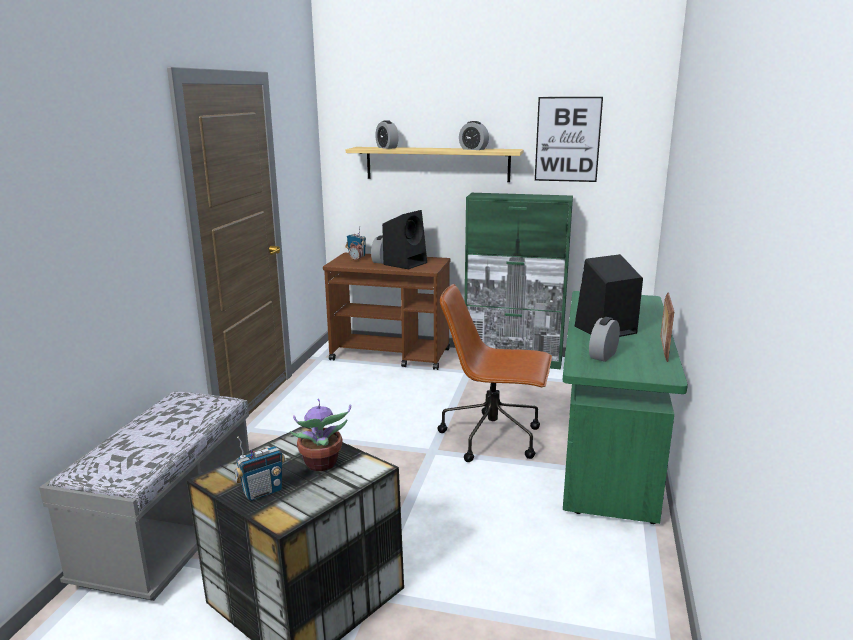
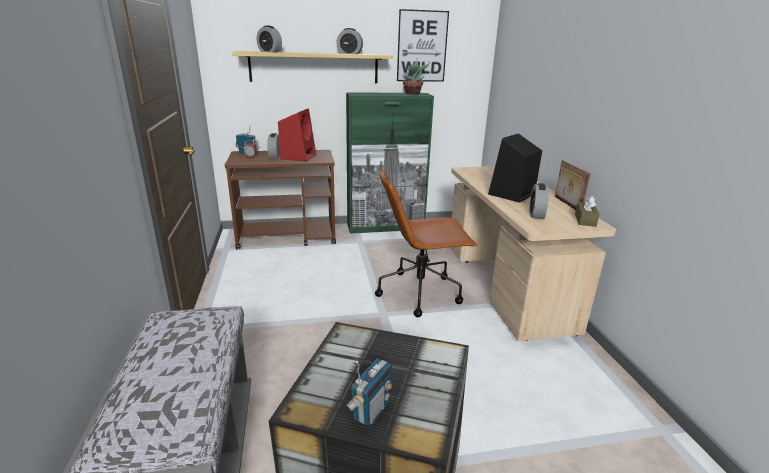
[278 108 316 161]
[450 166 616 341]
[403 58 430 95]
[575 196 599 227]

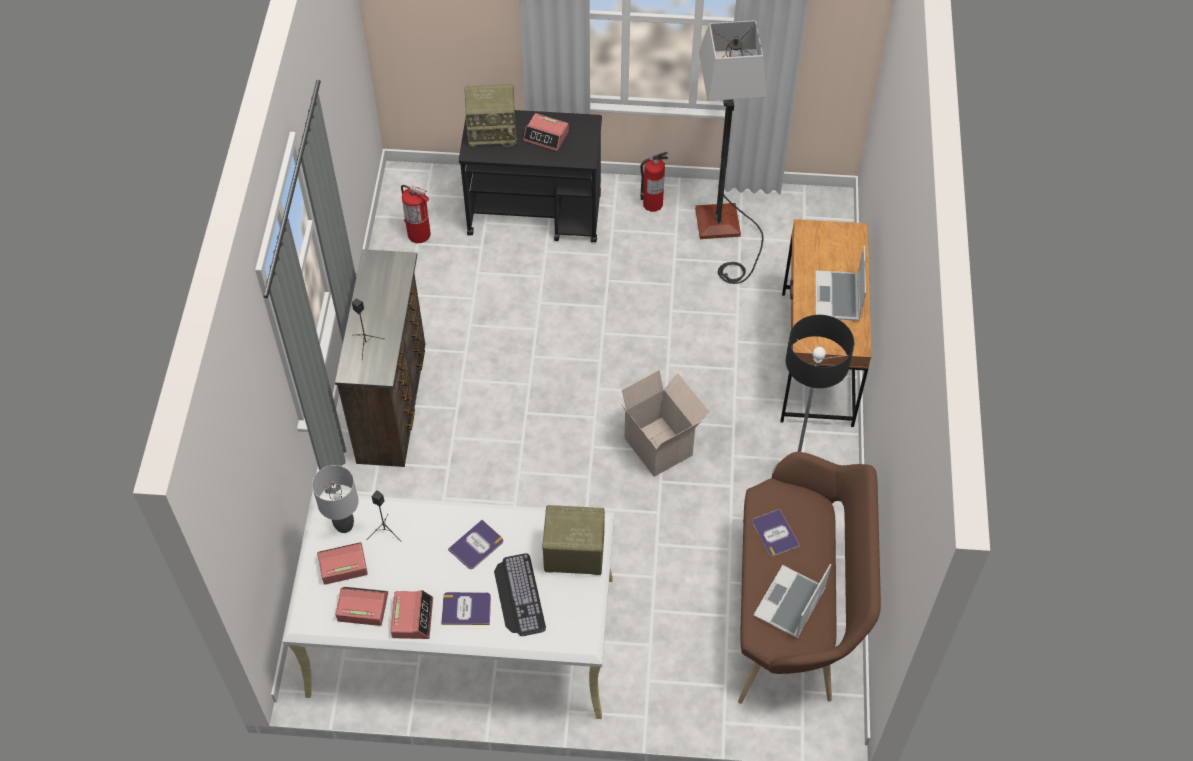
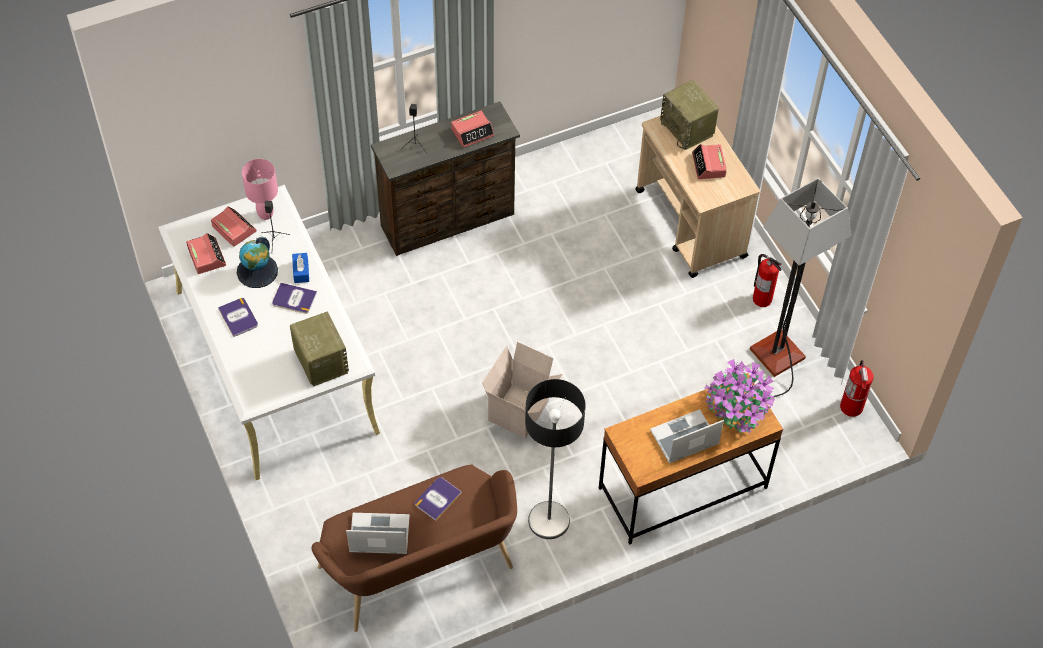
[635 115 760 278]
[840 360 874 417]
[242 159 278 220]
[494 553 546 636] (first image)
[451 111 494 148]
[237 237 278 288]
[292 253 309 283]
[704 359 775 433]

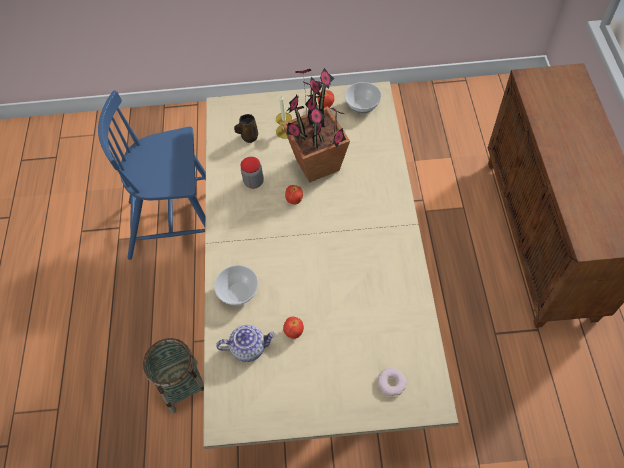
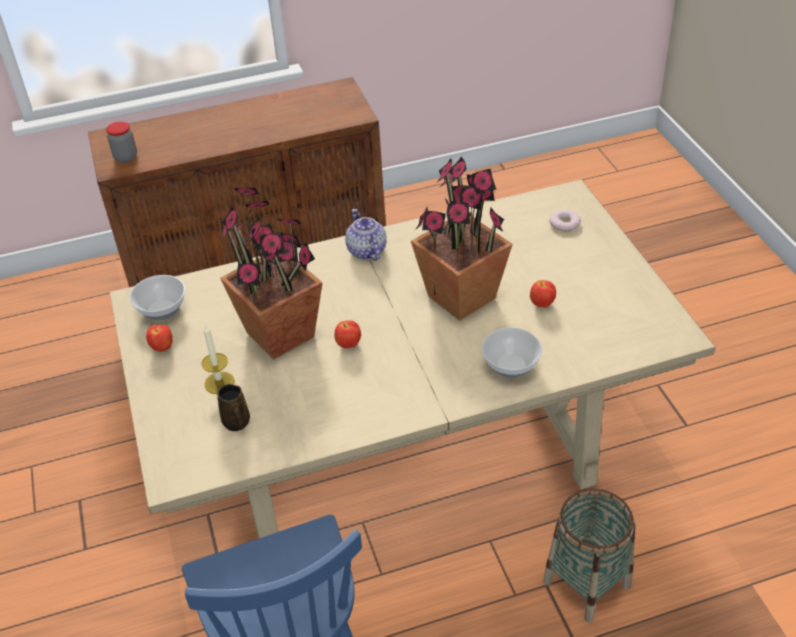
[106 122 137 163]
[345 209 387 261]
[411 156 513 321]

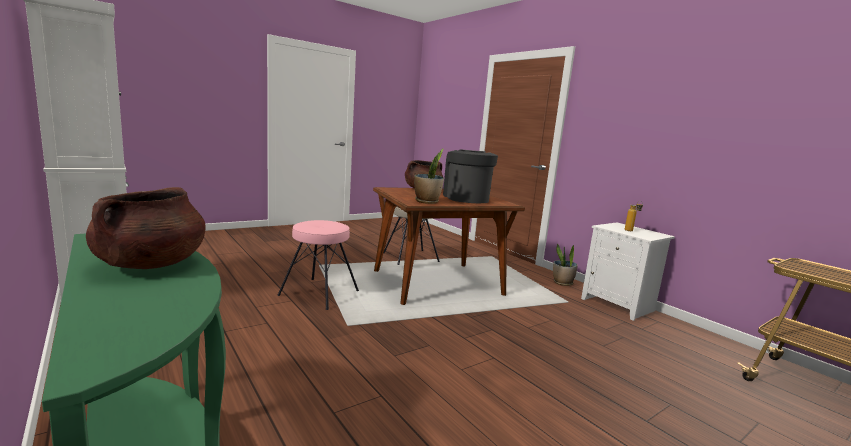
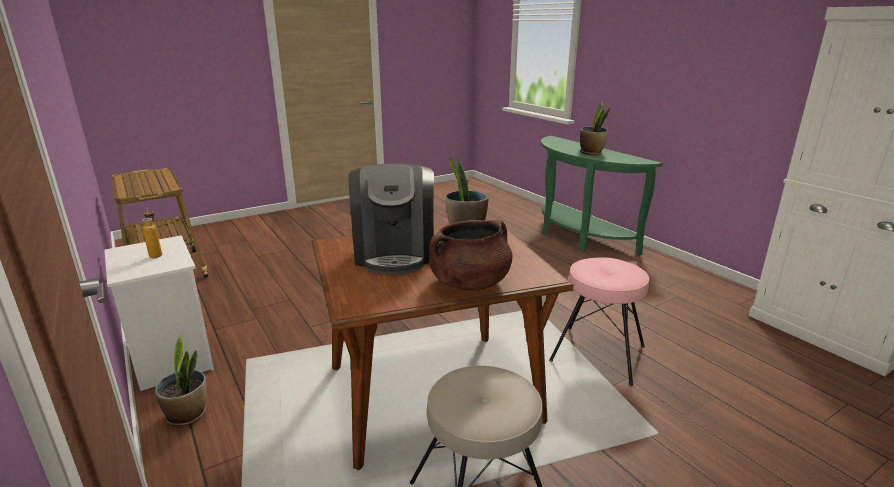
[580 101 610 155]

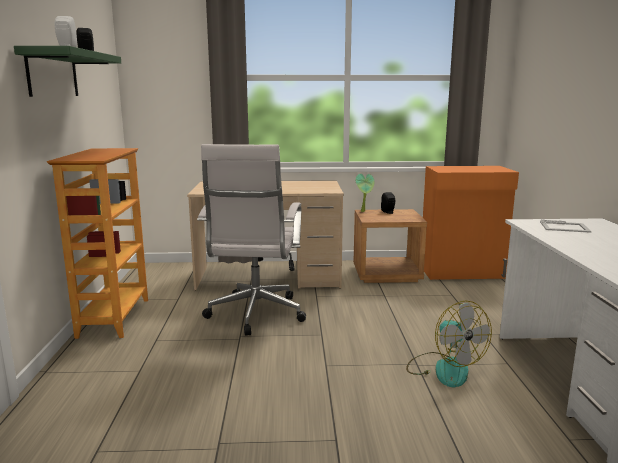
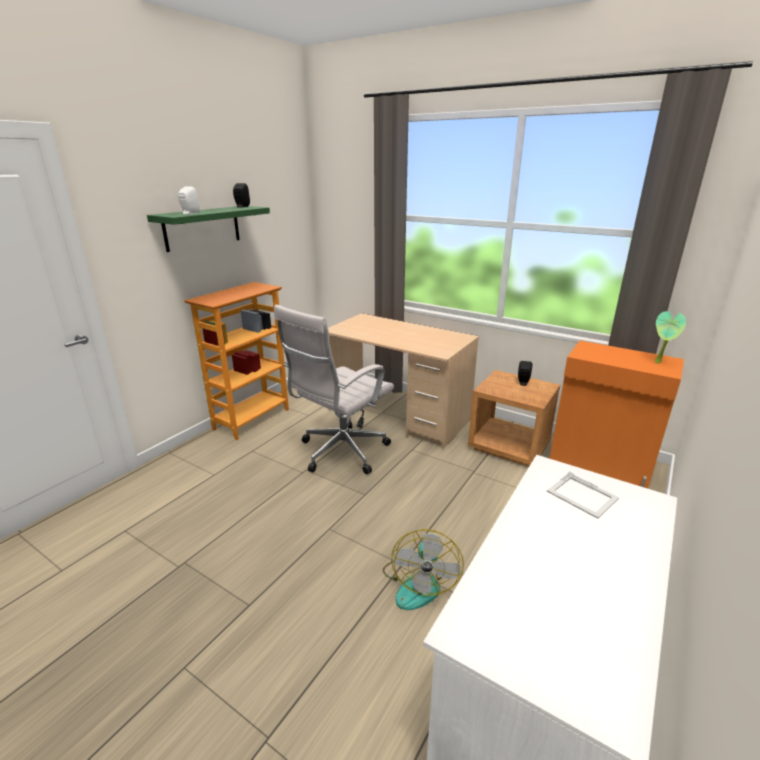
[655 311 686 364]

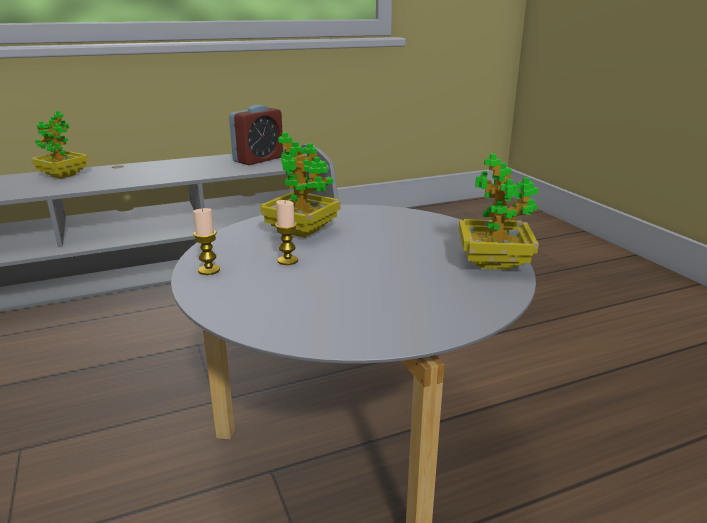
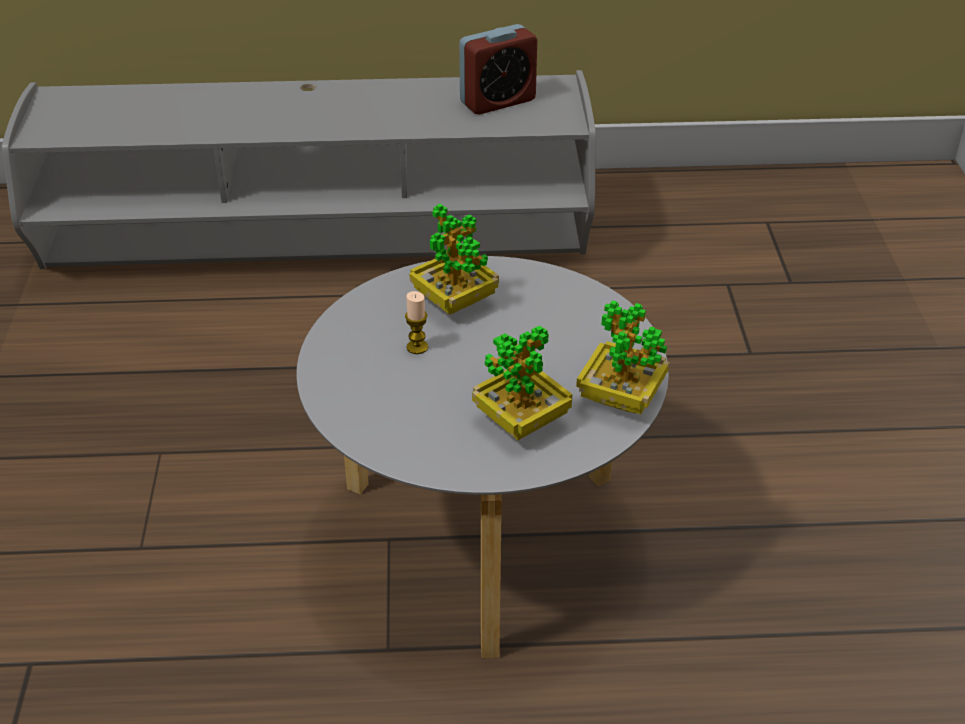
[472 325 572 440]
[193 208 220 275] (first image)

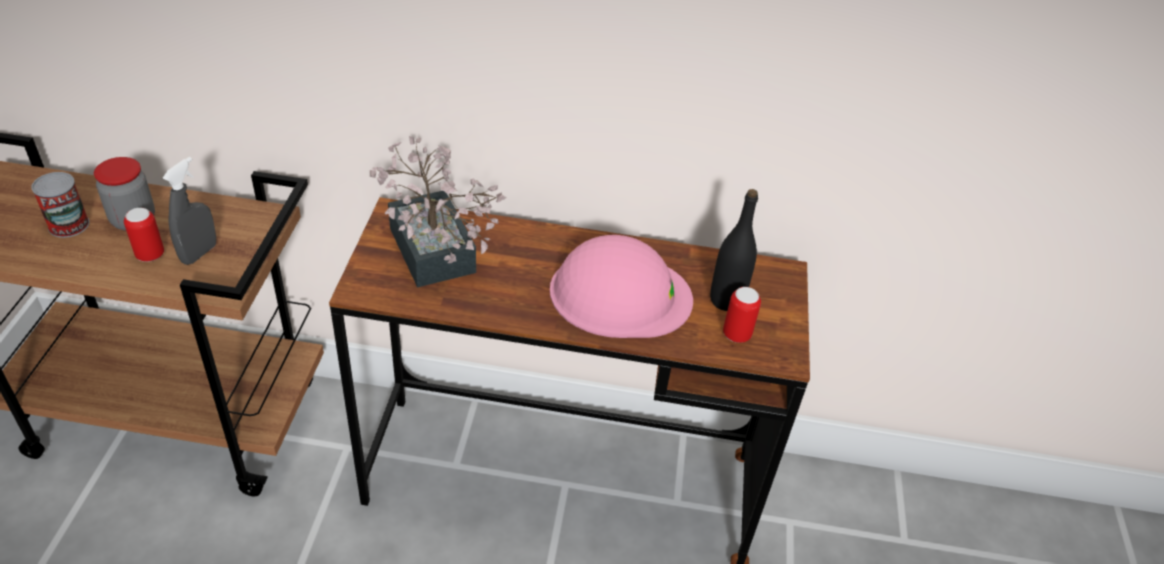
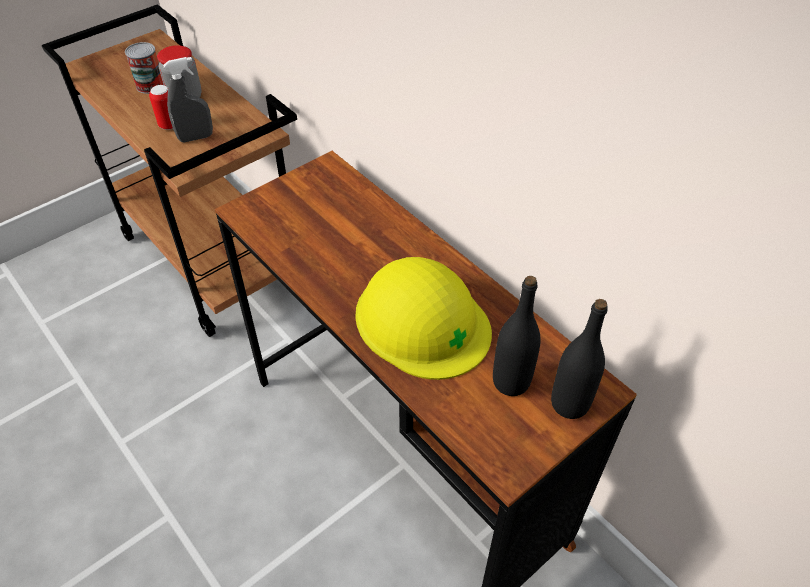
[370 136 507 288] (first image)
[355 257 492 380]
[723 287 761 343] (first image)
[551 299 608 419]

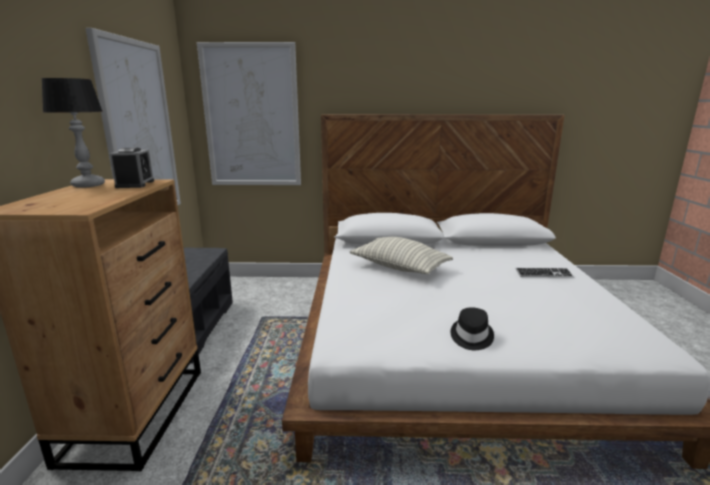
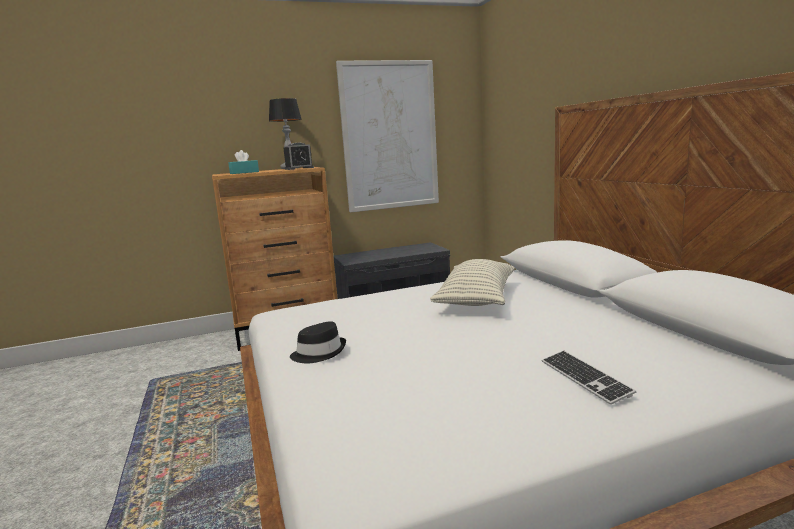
[197 42 301 185] (first image)
[228 150 259 174]

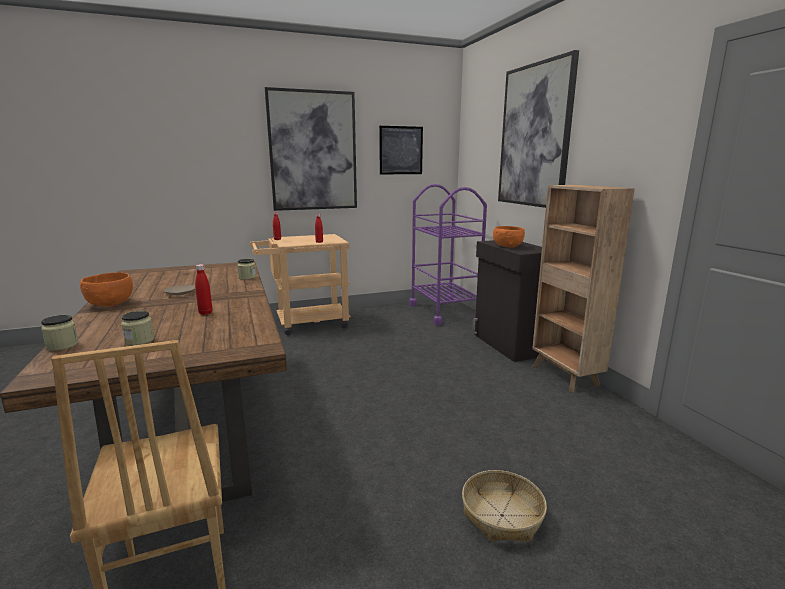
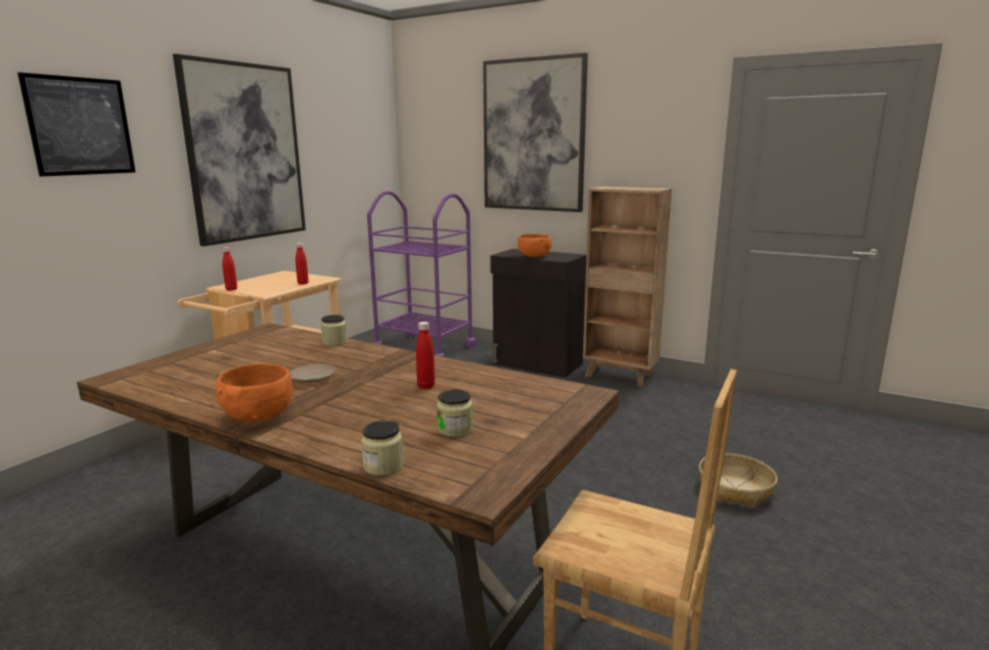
[17 72 136 177]

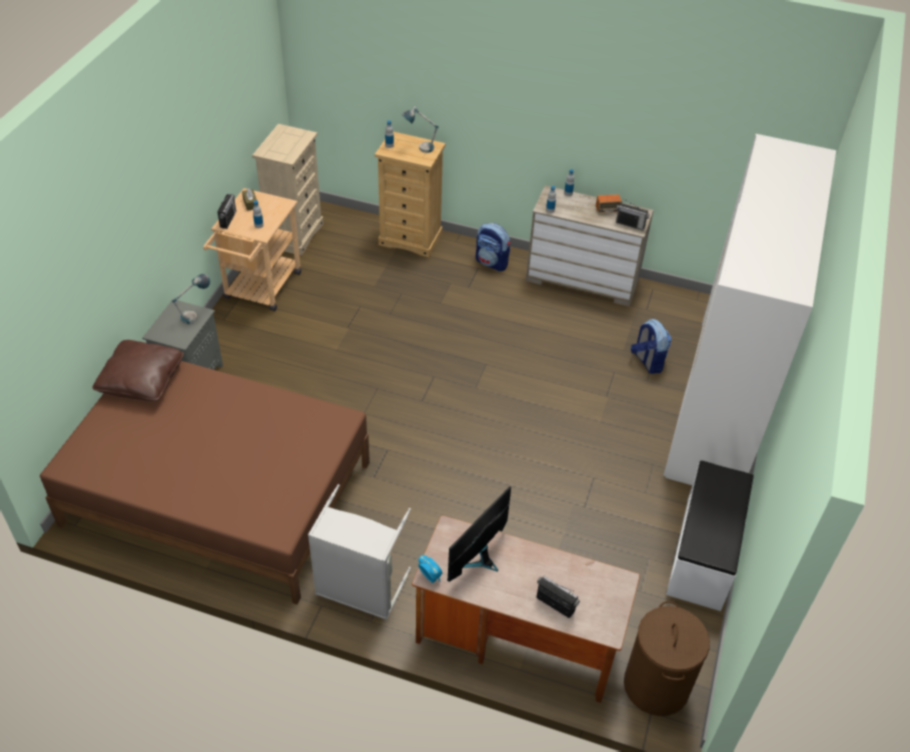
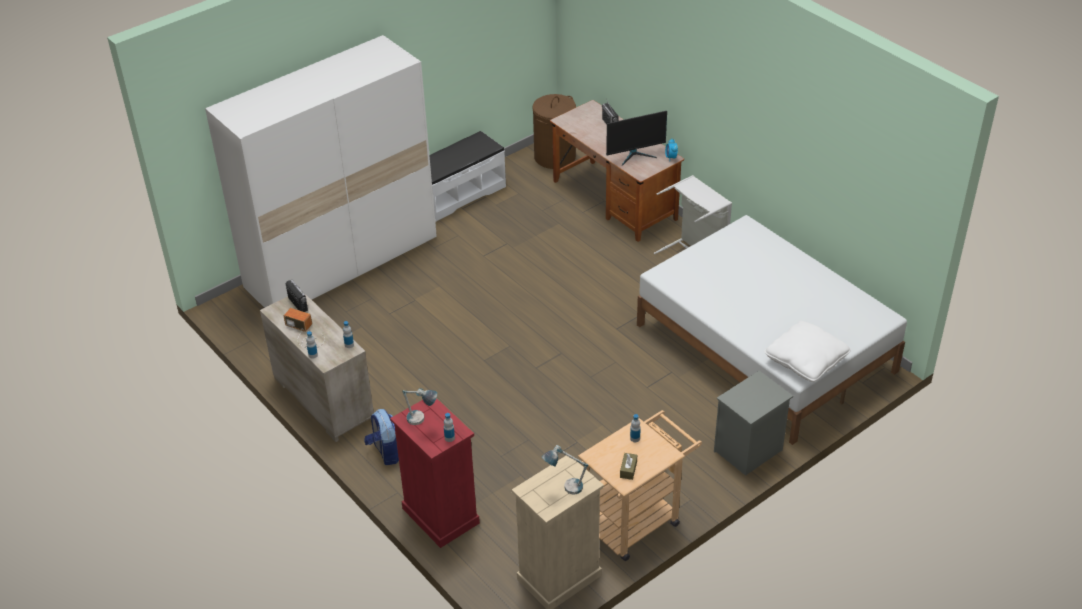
[390 398 480 548]
[217 194 236 229] (first image)
[542 445 588 495]
[631 319 672 374] (first image)
[764 321 851 382]
[637 215 907 445]

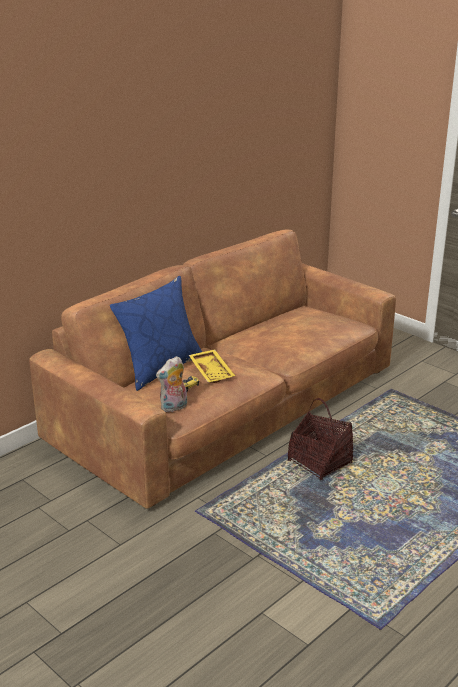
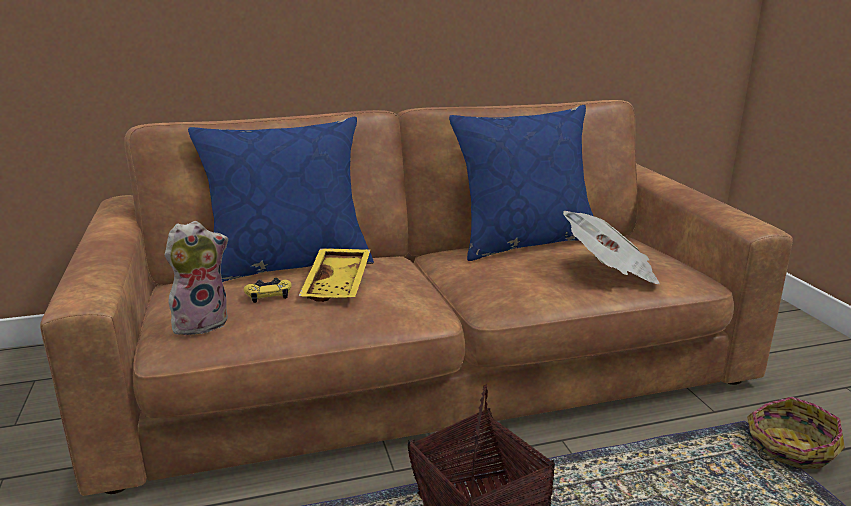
[164 221 228 335]
[449 105 593 261]
[563 211 660 284]
[747 397 845 469]

